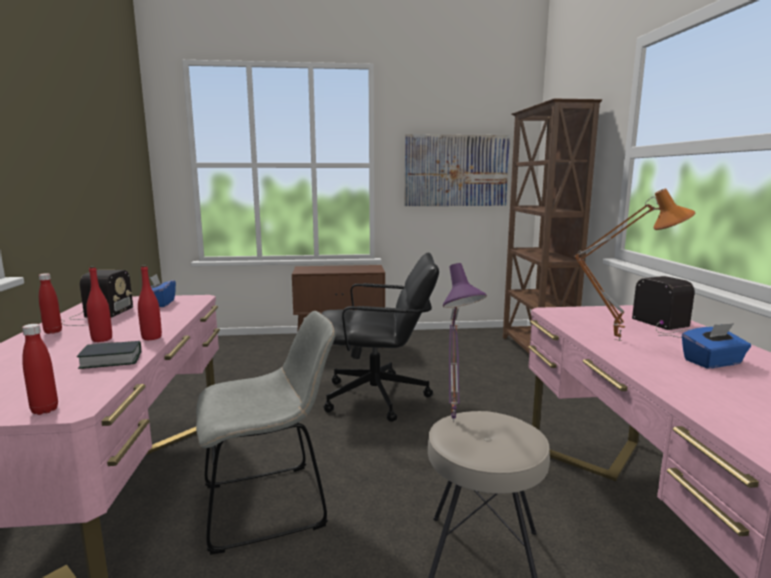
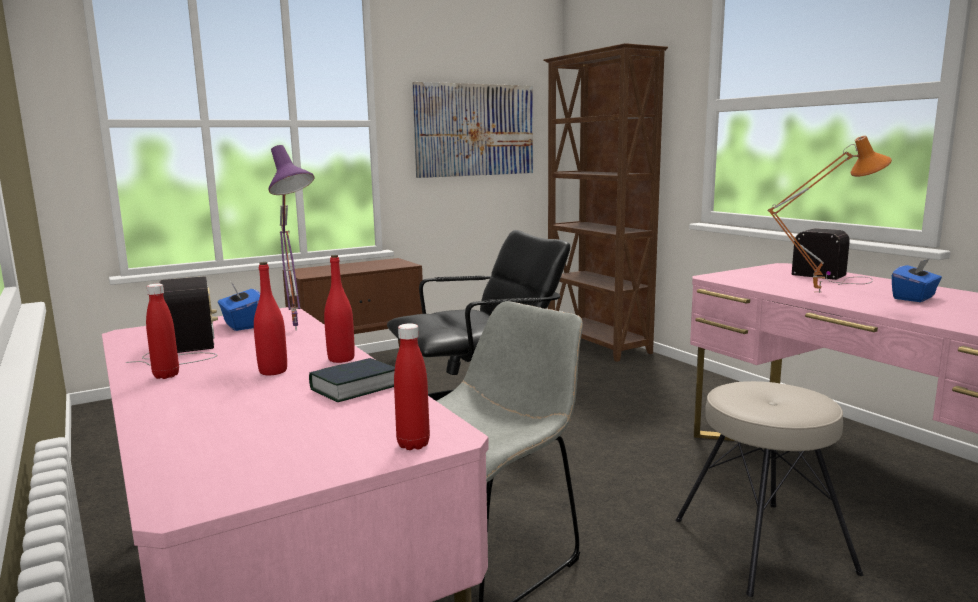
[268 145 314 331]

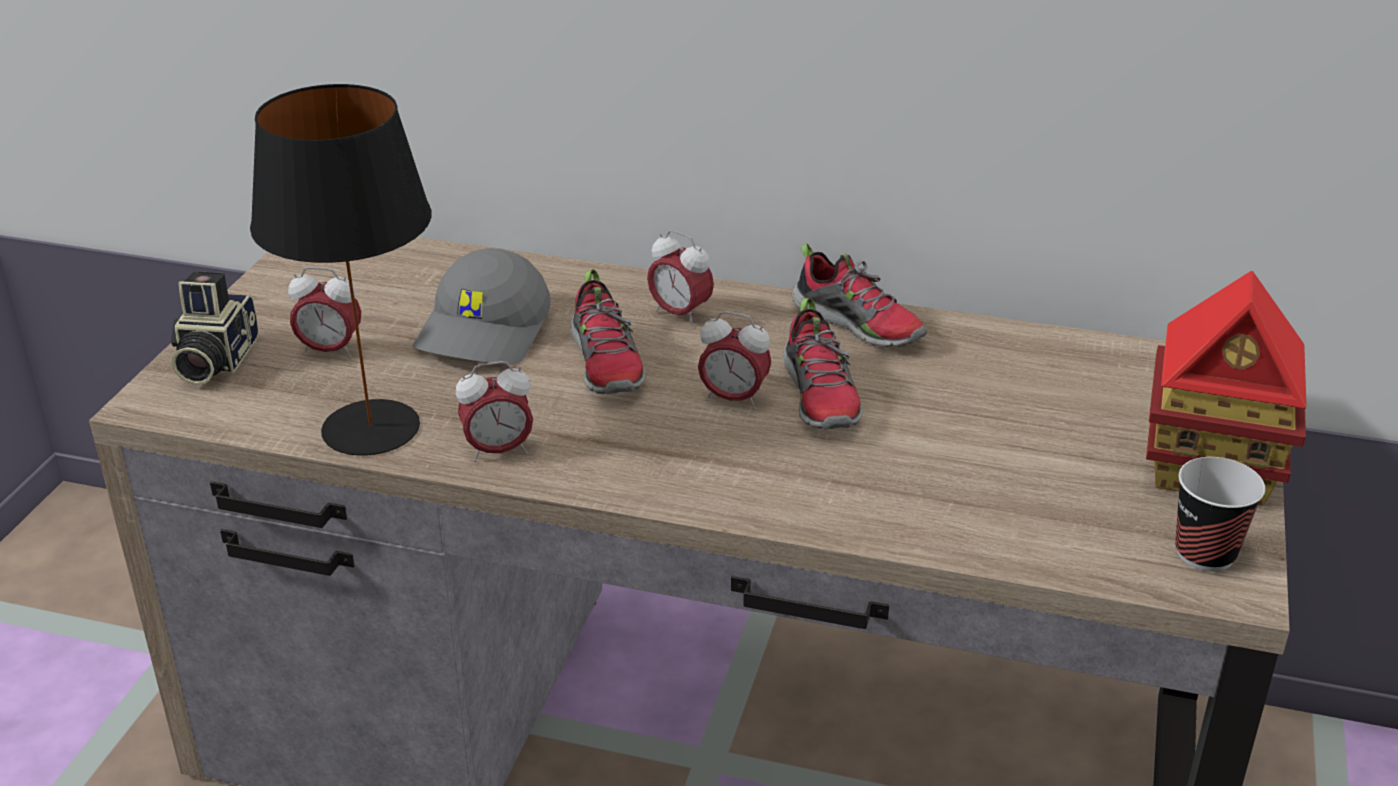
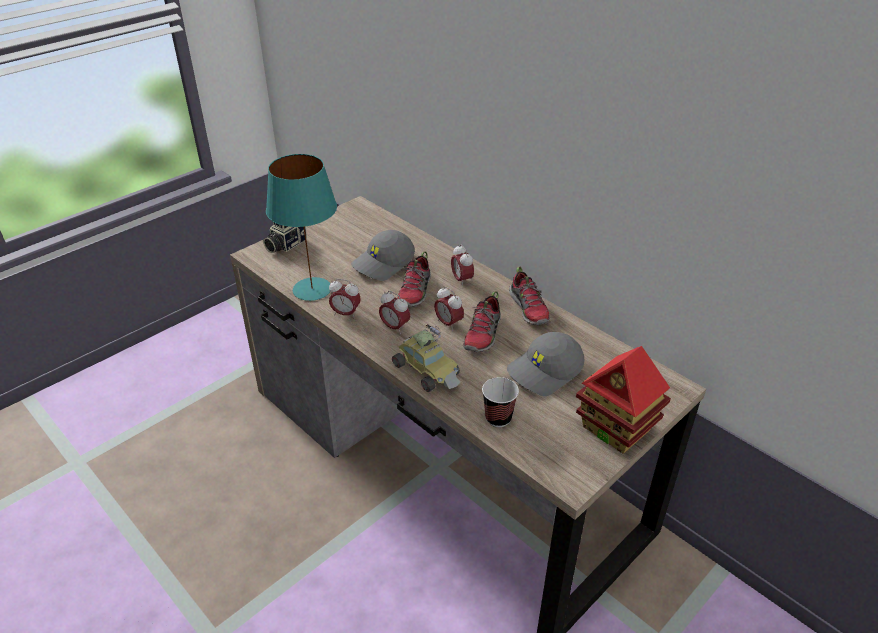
[266 154 337 301]
[379 291 410 334]
[482 377 519 427]
[392 324 460 392]
[507 332 585 396]

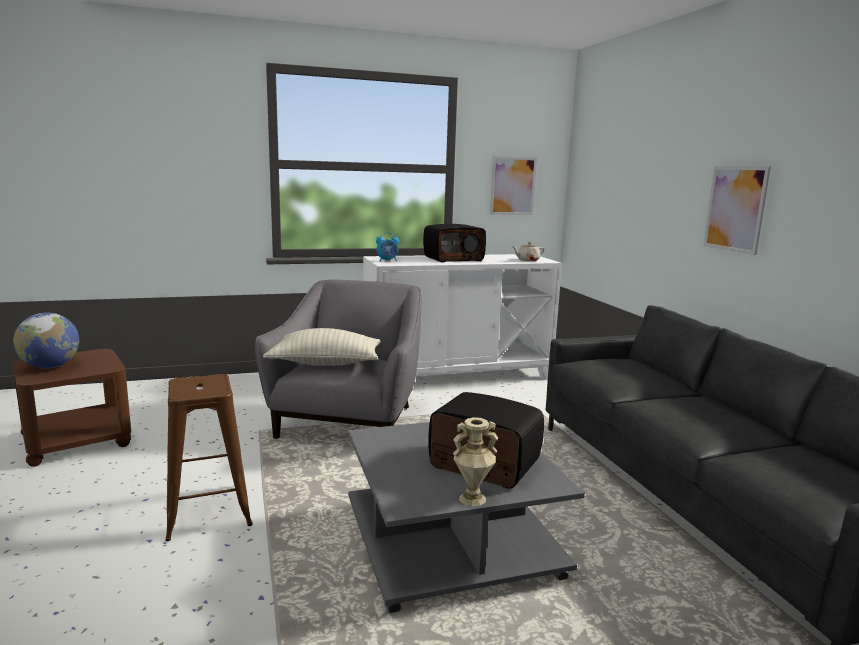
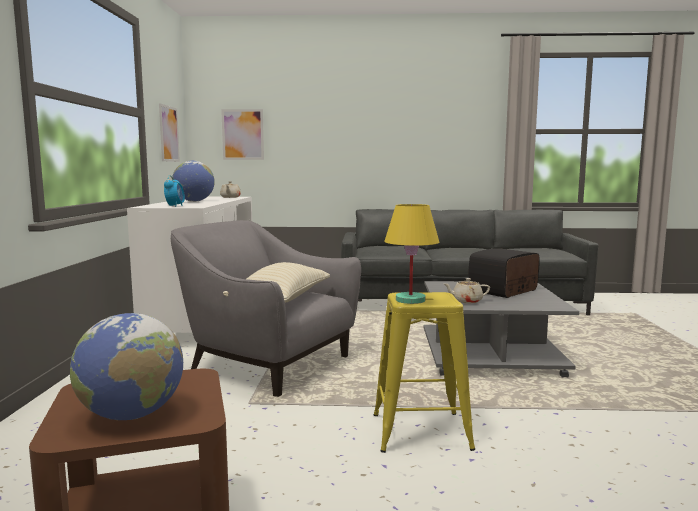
[221 109 264 160]
[172 161 215 202]
[374 292 475 453]
[453 417 498 506] (first image)
[384 204 439 304]
[443 278 490 303]

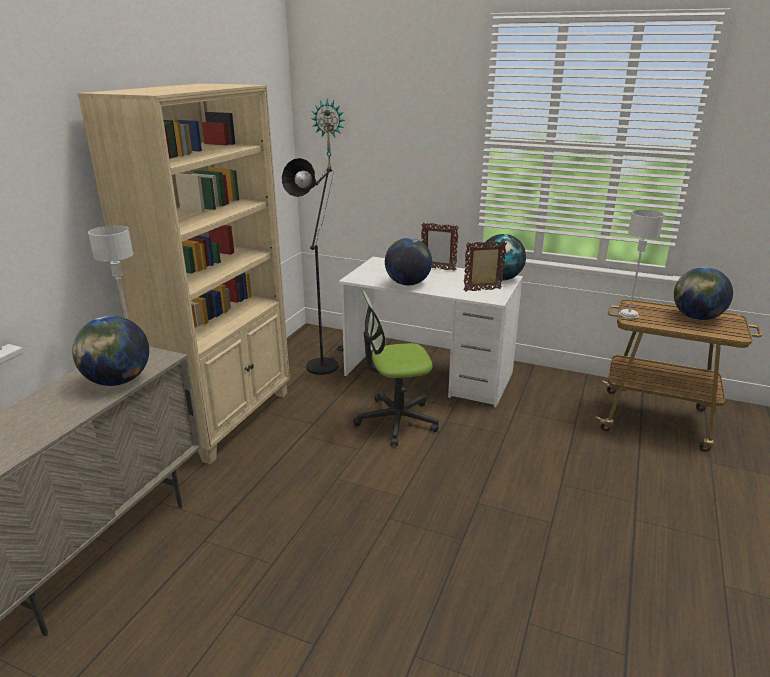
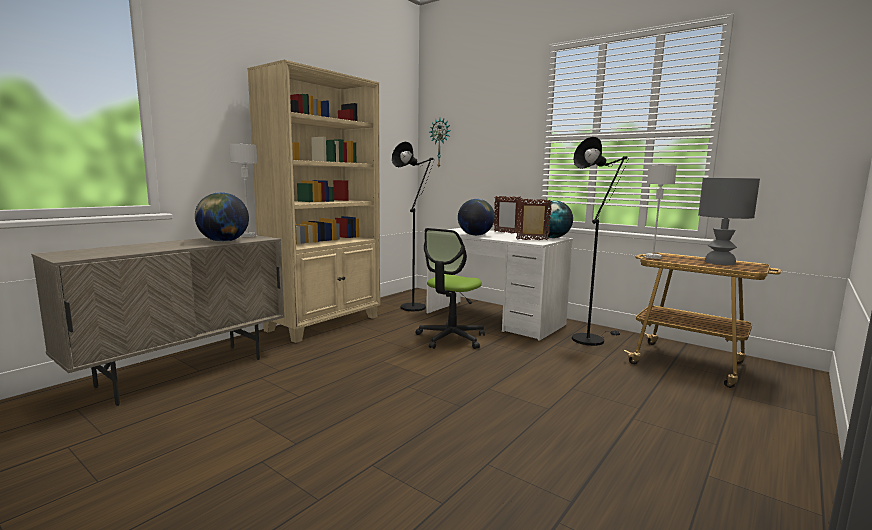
[698 178 760 265]
[416 228 485 349]
[572 137 629 346]

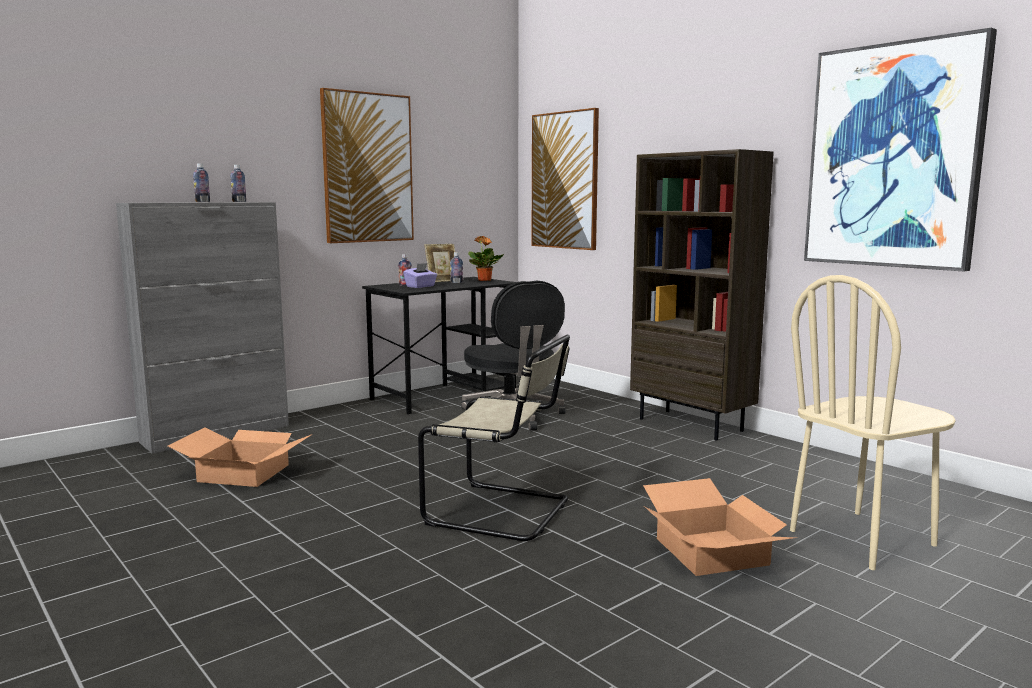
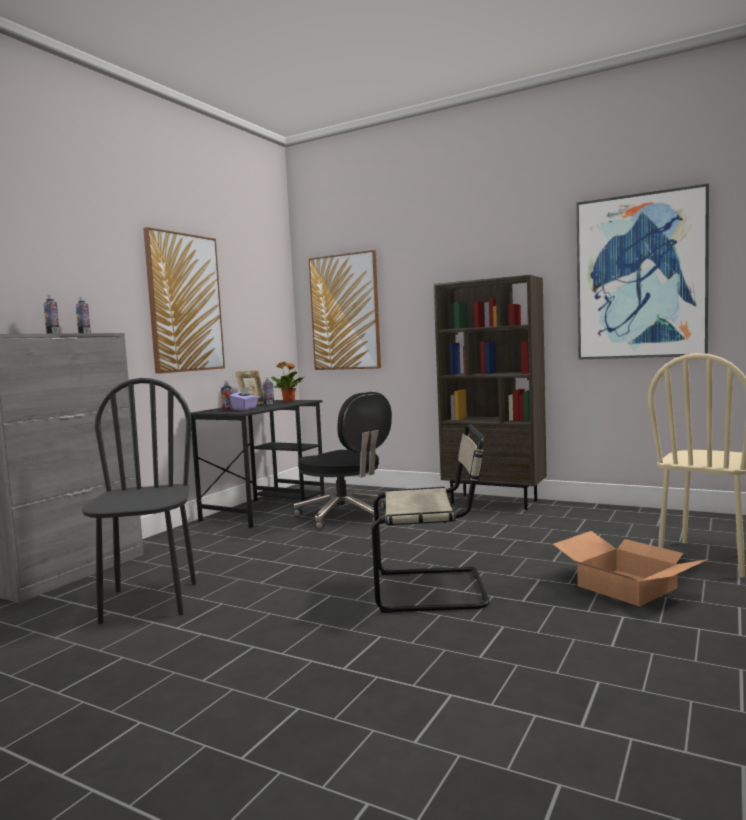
[82 378 196 624]

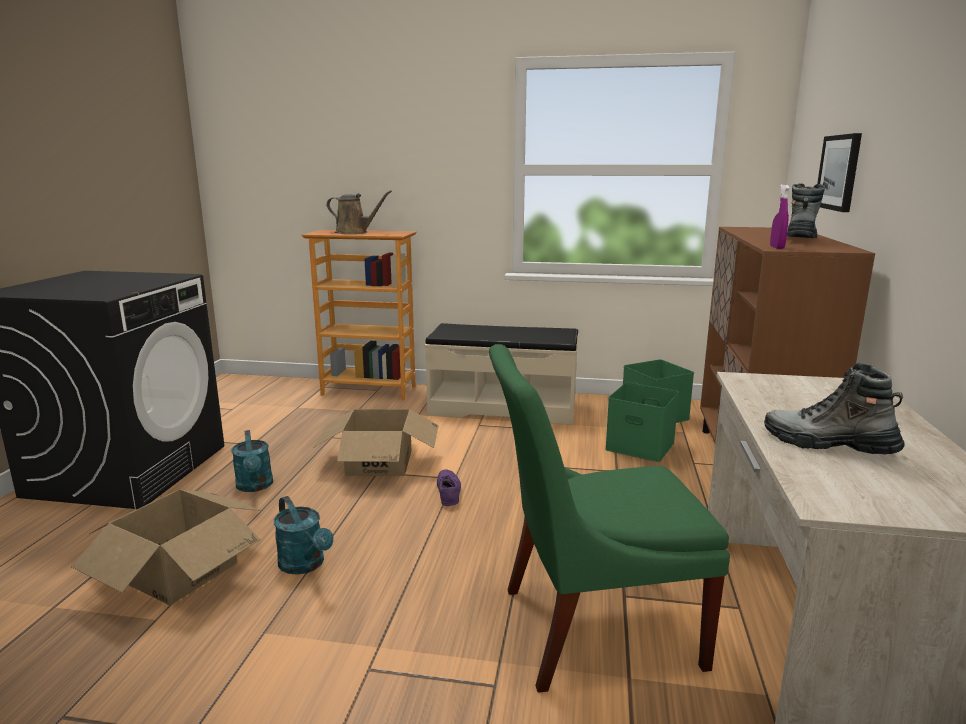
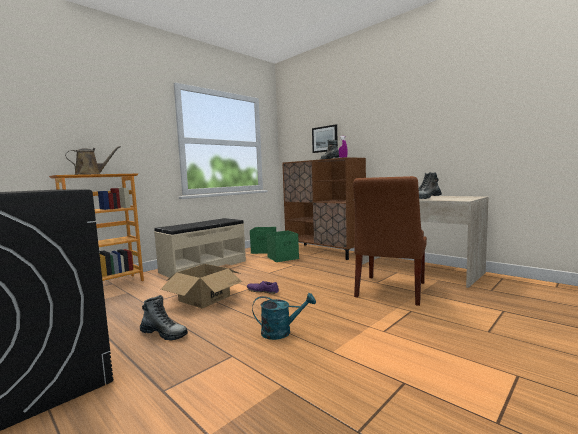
[353 176 427 306]
[140 295 188 341]
[71 489 263 605] (first image)

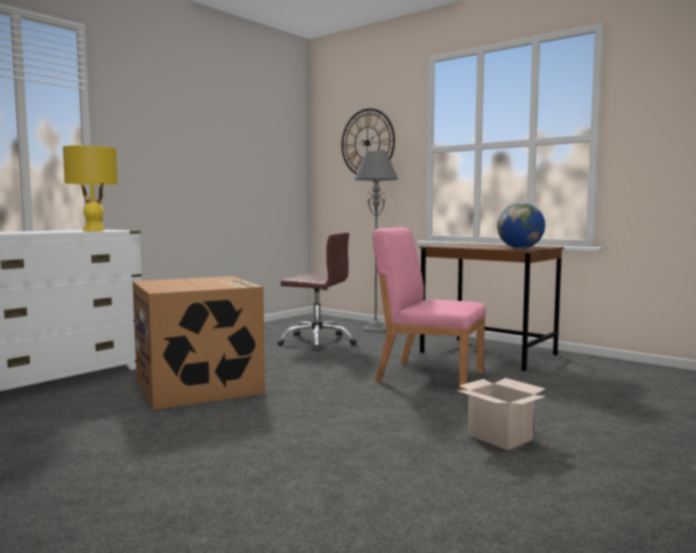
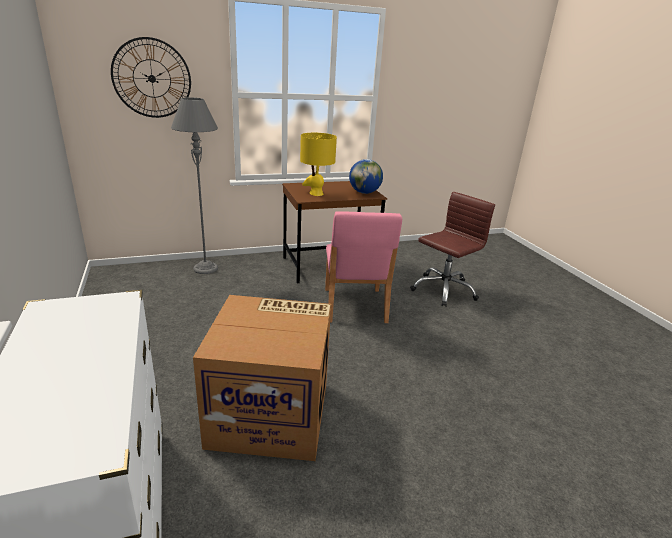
[300 133 337 196]
[325 211 402 323]
[410 192 495 307]
[456 378 546 450] (first image)

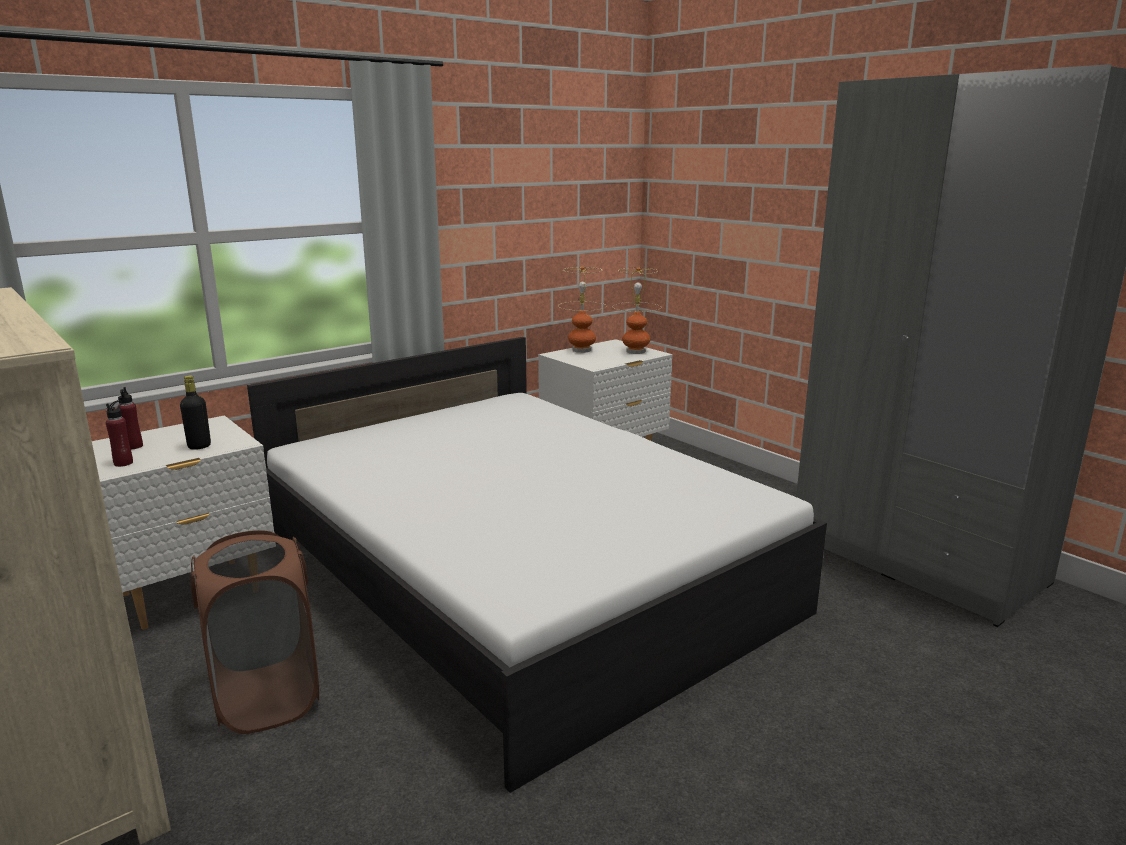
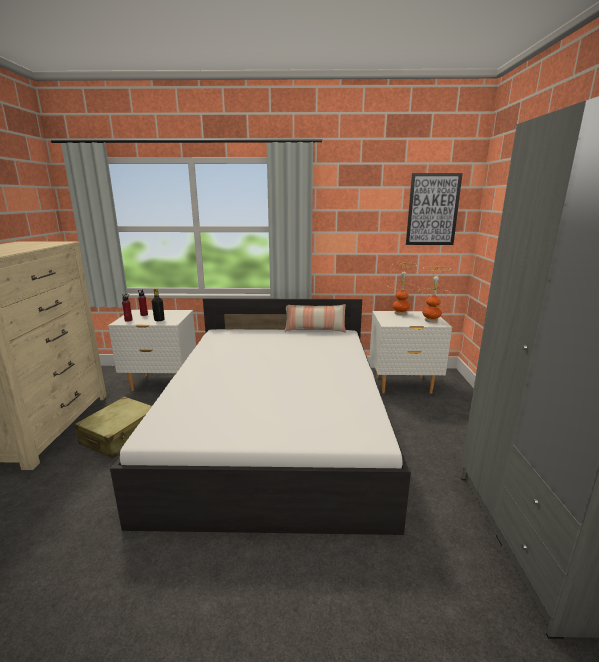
[75 396 152 459]
[406 173 463 245]
[284 304 346 333]

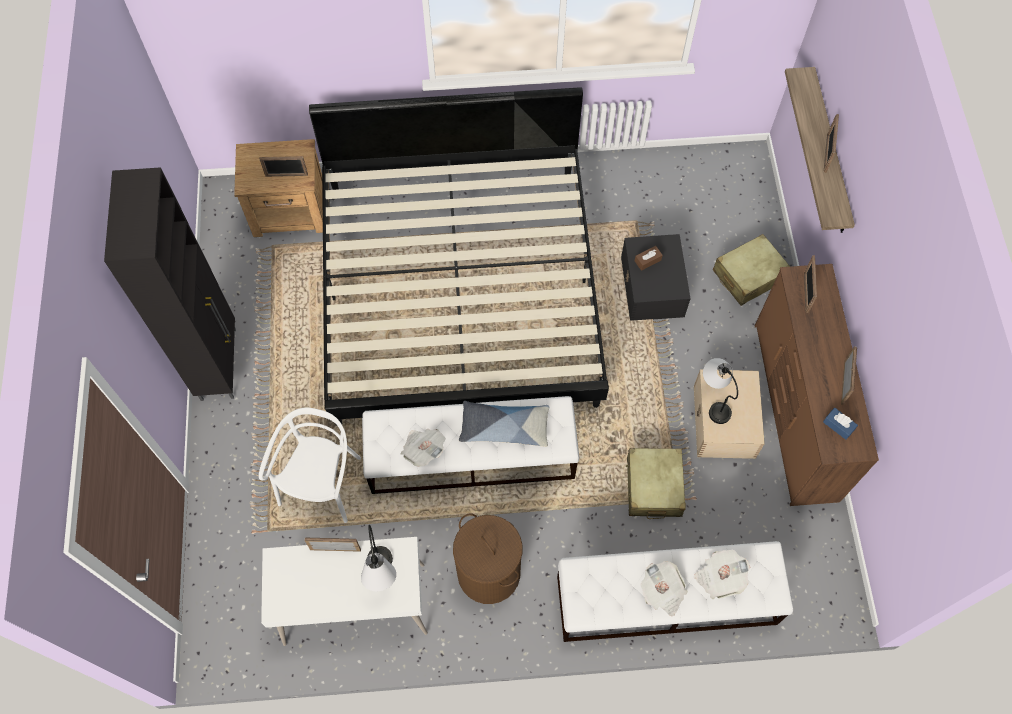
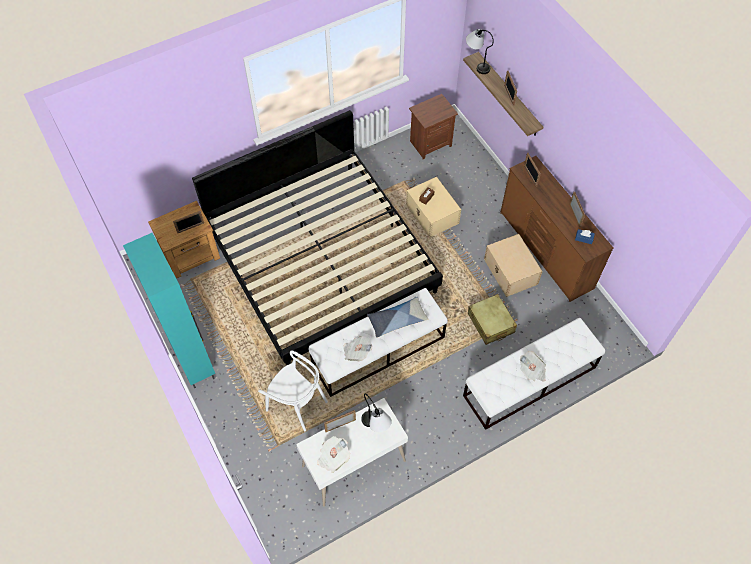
[123 233 215 389]
[406 177 461 237]
[713 234 791 306] (first image)
[466 29 494 74]
[258 350 328 431]
[453 513 523 604] (first image)
[317 436 350 473]
[409 94 458 159]

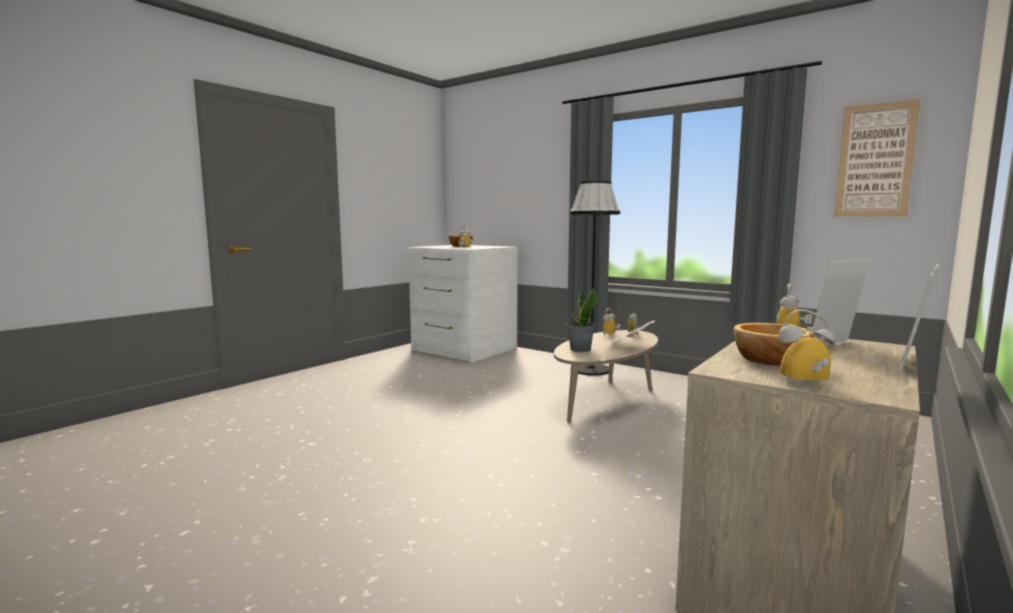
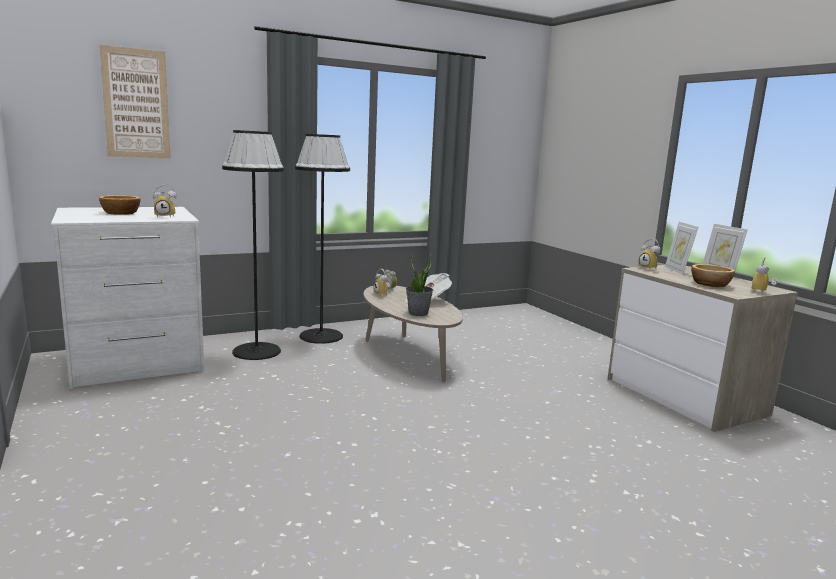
[99 45 171 158]
[222 130 284 360]

